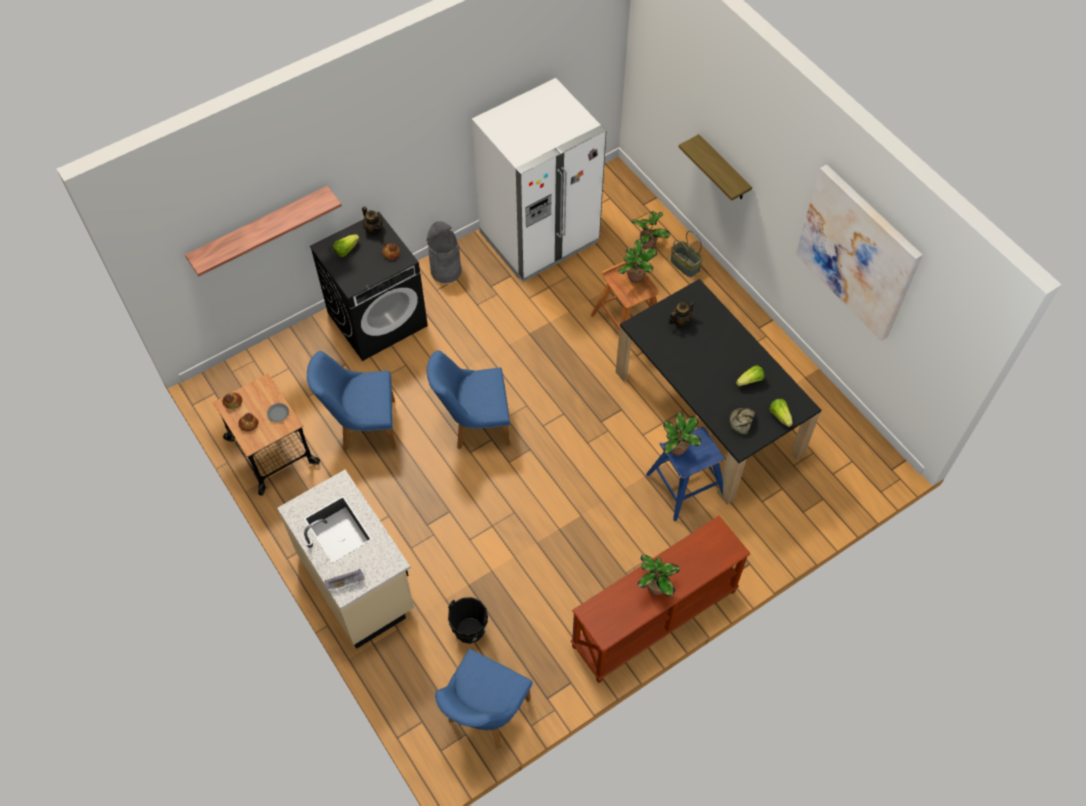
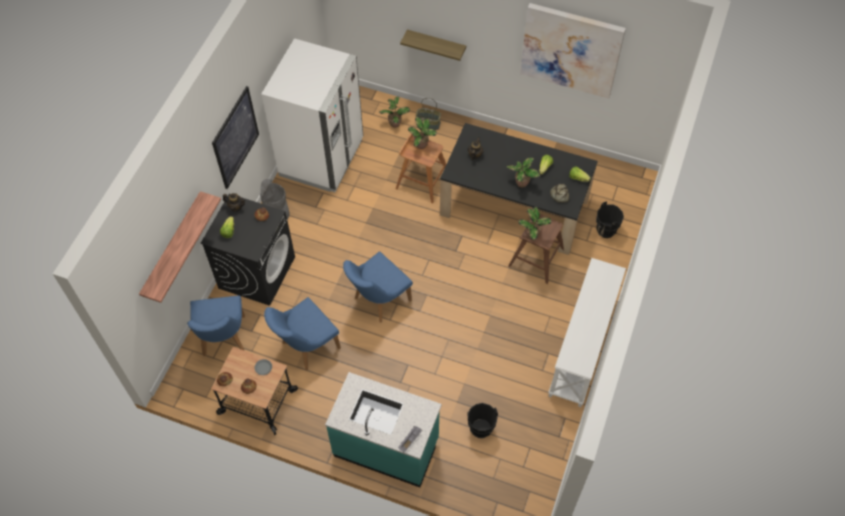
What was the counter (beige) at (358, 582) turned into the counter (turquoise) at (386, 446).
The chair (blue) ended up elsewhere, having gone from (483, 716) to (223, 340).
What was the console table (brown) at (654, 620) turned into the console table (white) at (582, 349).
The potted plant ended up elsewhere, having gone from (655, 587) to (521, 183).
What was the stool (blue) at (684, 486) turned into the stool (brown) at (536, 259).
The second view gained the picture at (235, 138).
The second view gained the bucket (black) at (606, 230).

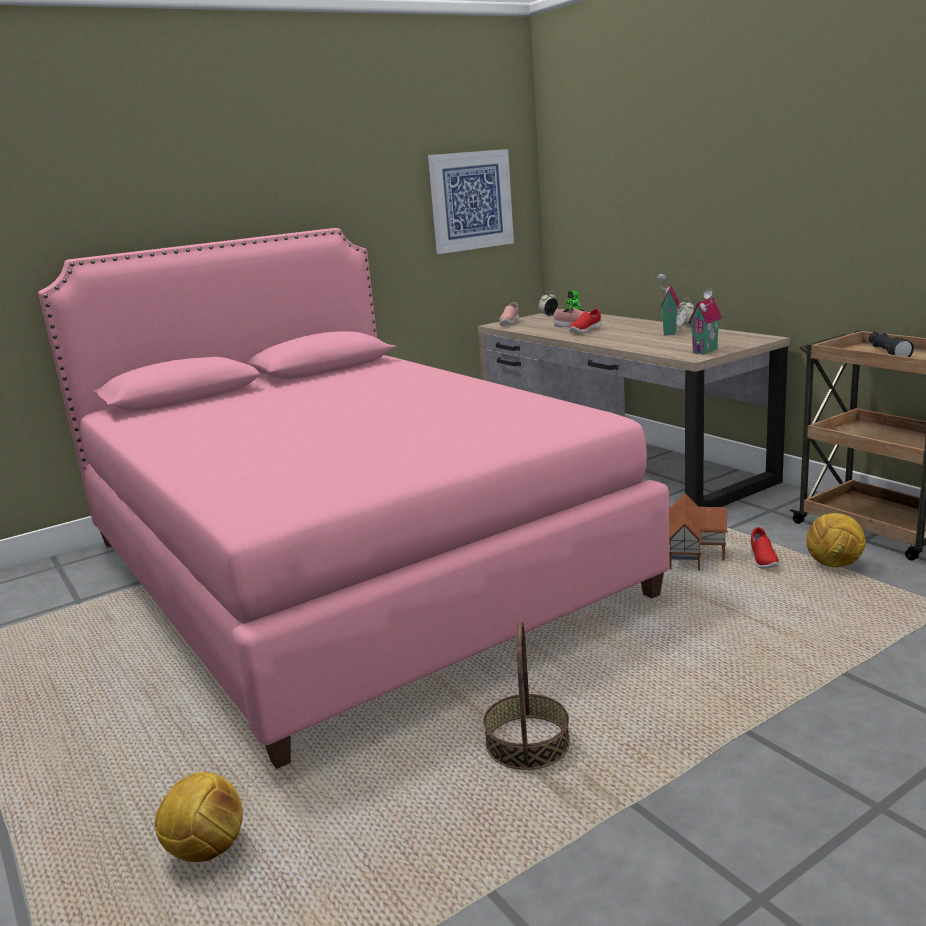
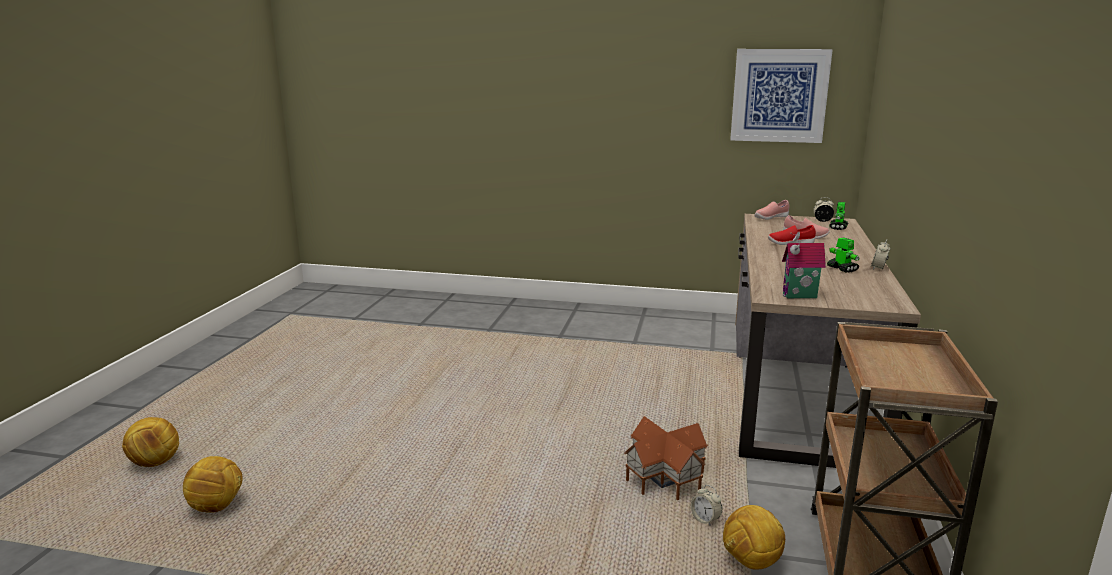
The second view lost the bed (pink) at (346, 567).
The second view lost the basket at (527, 743).
Where the toy house stood at (668, 332), the toy robot came to stand at (842, 269).
Where the shoe (red) stood at (762, 560), the alarm clock came to stand at (705, 520).
The second view lost the flashlight (black) at (887, 352).
The second view gained the football at (217, 506).

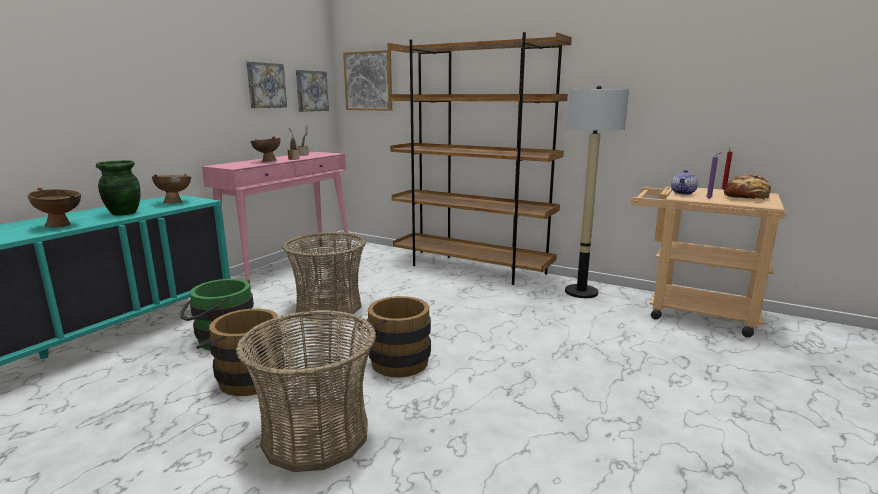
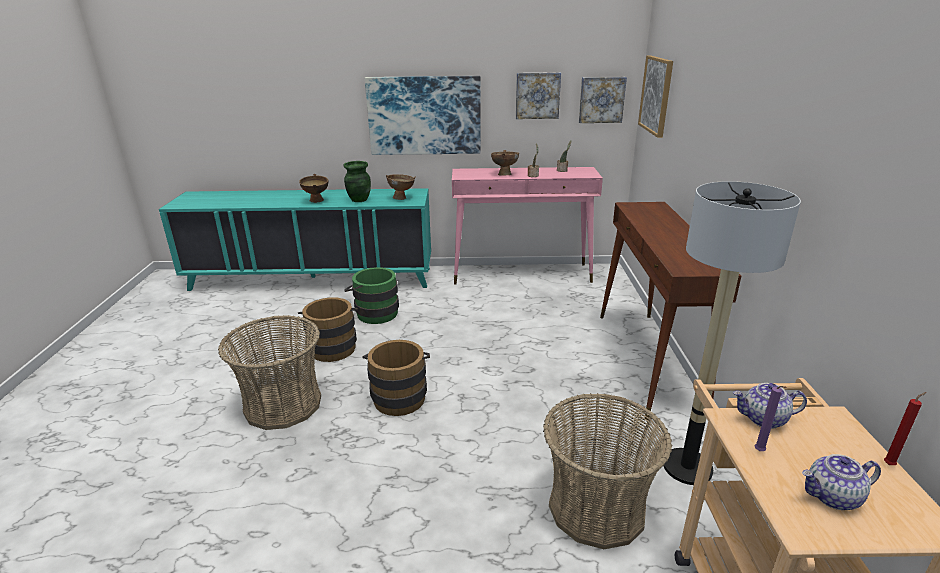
The basket ended up elsewhere, having gone from (329, 306) to (596, 507).
Where the bookcase (brown) stood at (471, 268), the console table (brown) came to stand at (648, 361).
Where the bread stood at (746, 198), the teapot came to stand at (832, 497).
The second view gained the picture at (424, 115).

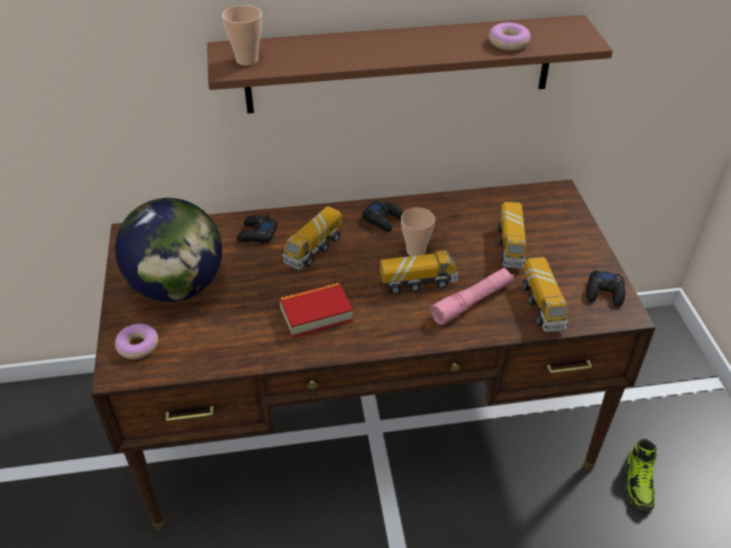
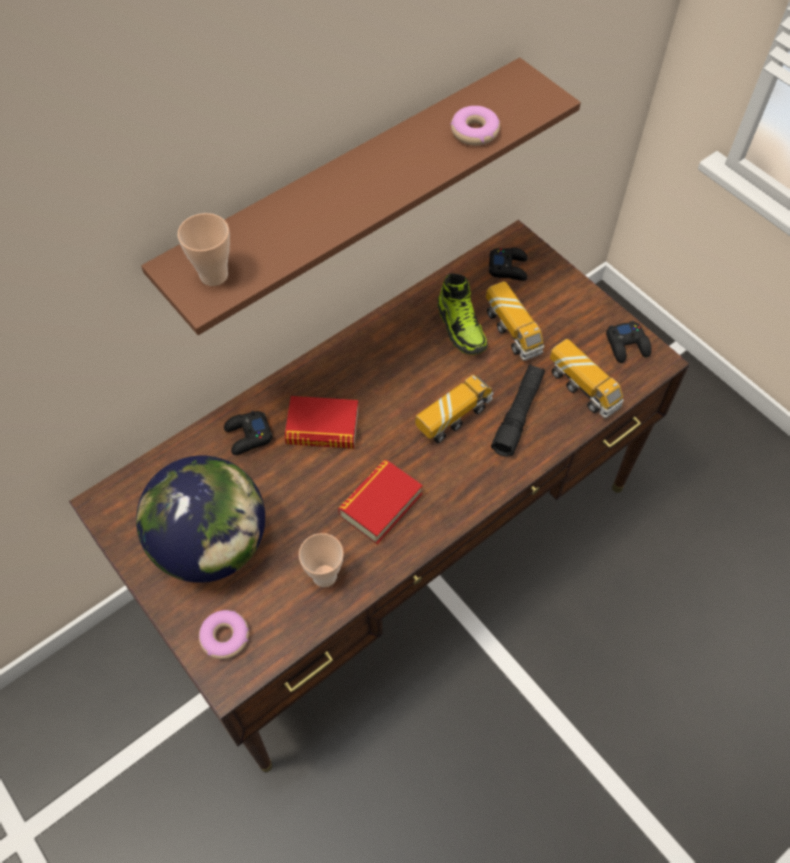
Where the toy truck stood at (313, 250), the book came to stand at (322, 427).
The game controller (black) ended up elsewhere, having gone from (383, 219) to (508, 267).
The cup ended up elsewhere, having gone from (416, 251) to (324, 575).
What was the flashlight (pink) at (472, 302) turned into the flashlight (black) at (518, 414).
The shoe ended up elsewhere, having gone from (638, 483) to (461, 327).

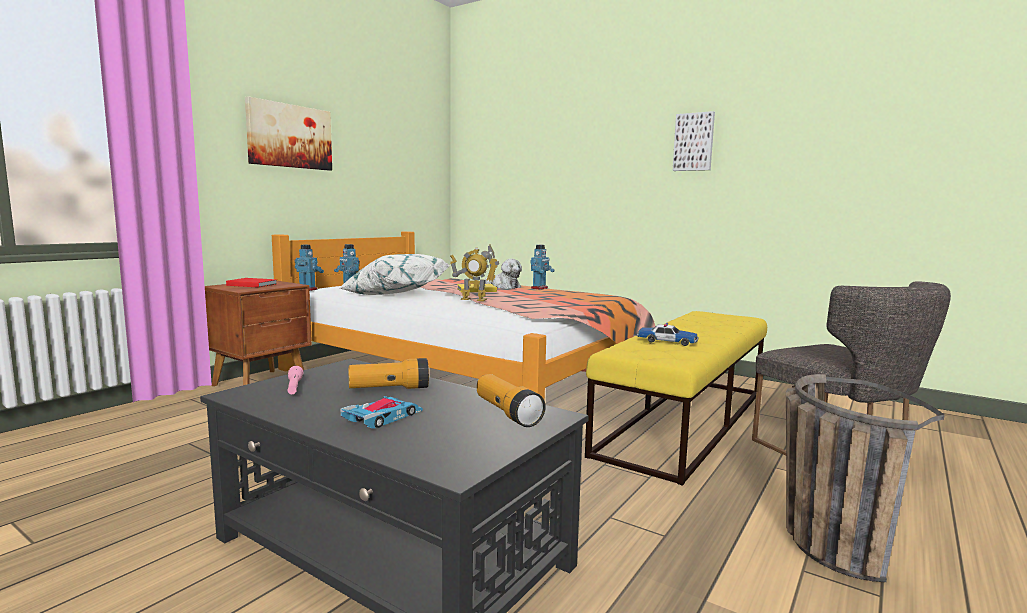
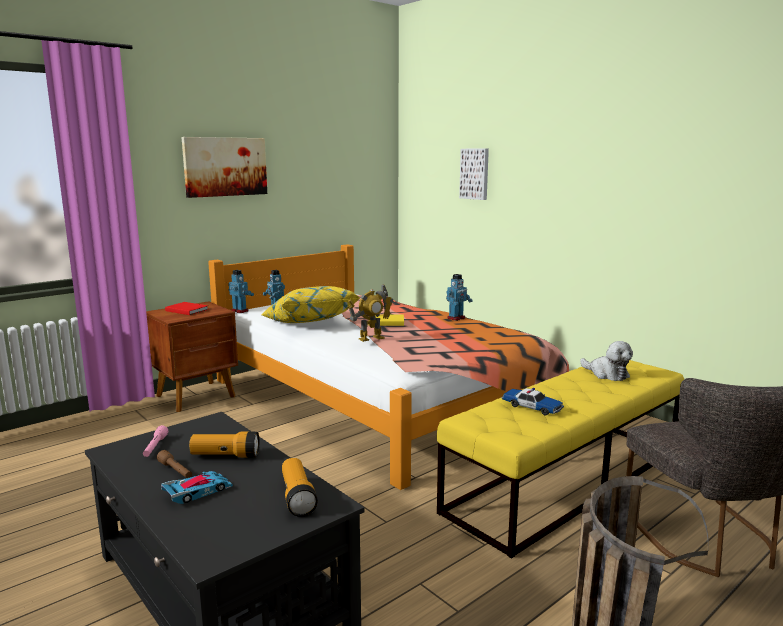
What was the pillow (white) at (394, 295) turned into the pillow (yellow) at (309, 323).
The toy robot at (474, 299) ended up facing another way, 60 degrees counterclockwise from before.
The plush toy ended up elsewhere, having gone from (504, 287) to (607, 374).
The picture ended up elsewhere, having gone from (694, 142) to (475, 174).
The second view gained the flashlight (brown) at (176, 471).

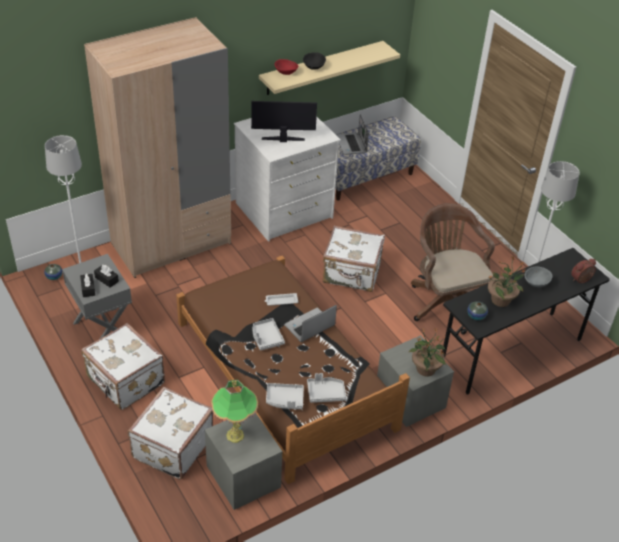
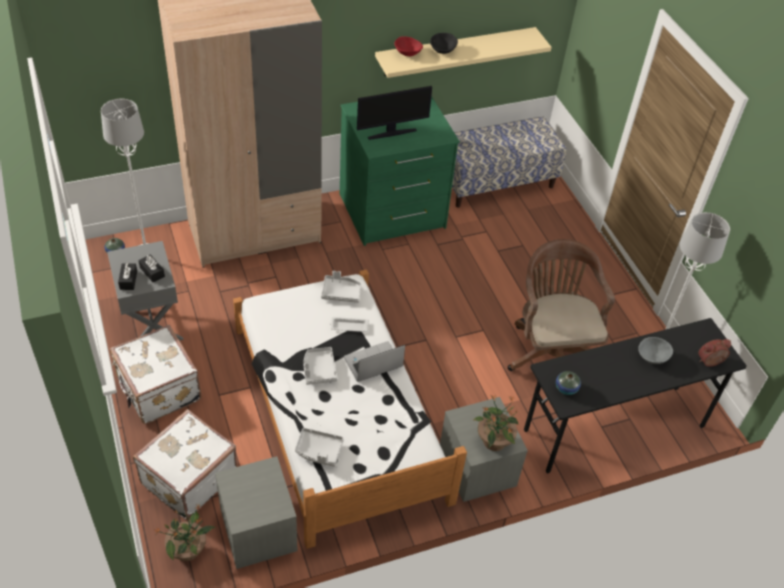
What was the bed (brown) at (284, 374) turned into the bed (white) at (338, 411).
The second view lost the table lamp at (234, 435).
What was the dresser (white) at (284, 211) turned into the dresser (green) at (392, 212).
The monitor at (283, 140) ended up facing another way, 150 degrees clockwise from before.
The tray (grey) ended up elsewhere, having gone from (325, 393) to (341, 292).
The second view lost the suitcase (white) at (352, 274).
The second view lost the laptop at (352, 145).
The potted plant ended up elsewhere, having gone from (501, 300) to (188, 550).

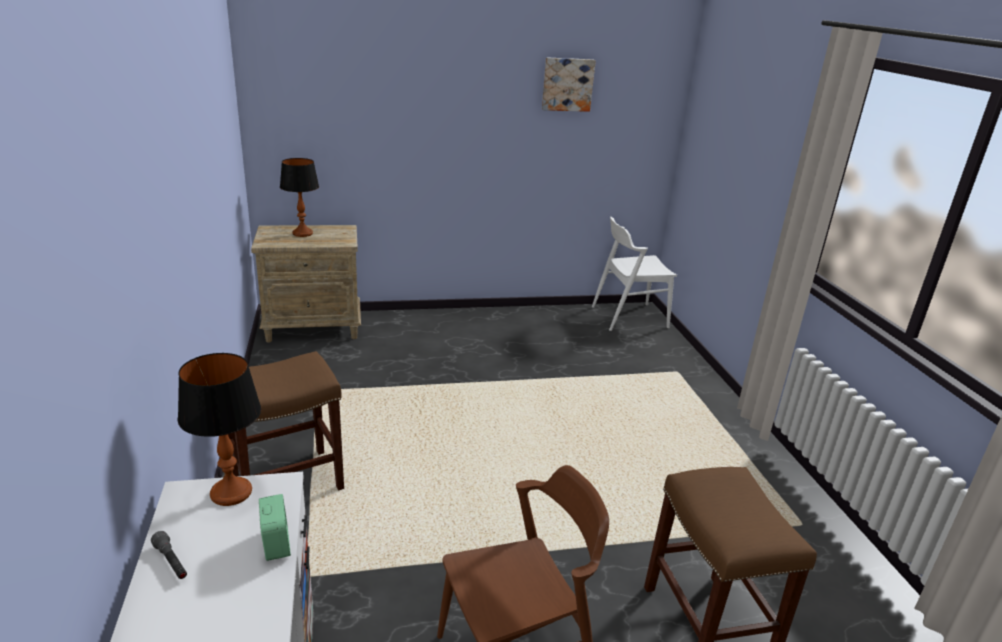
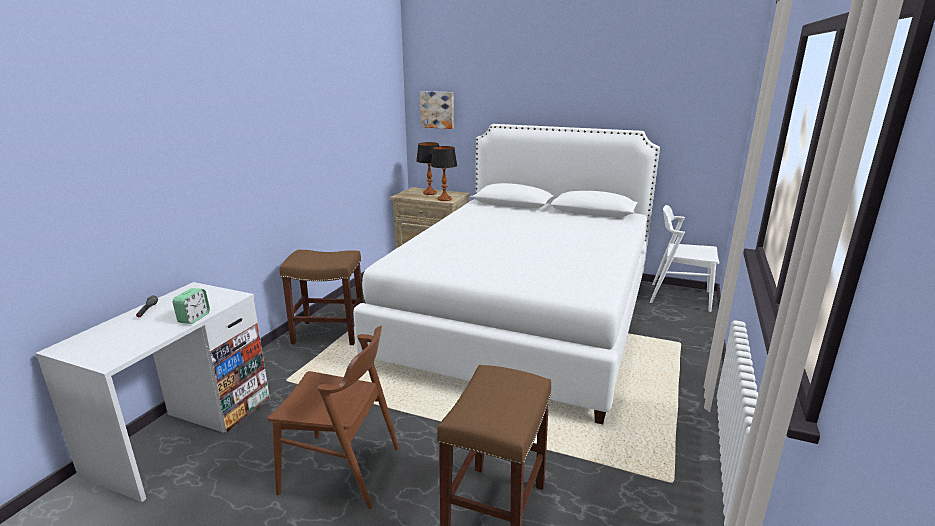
The table lamp ended up elsewhere, having gone from (230, 493) to (444, 199).
The picture ended up elsewhere, having gone from (567, 84) to (437, 109).
The second view gained the bed (white) at (523, 318).

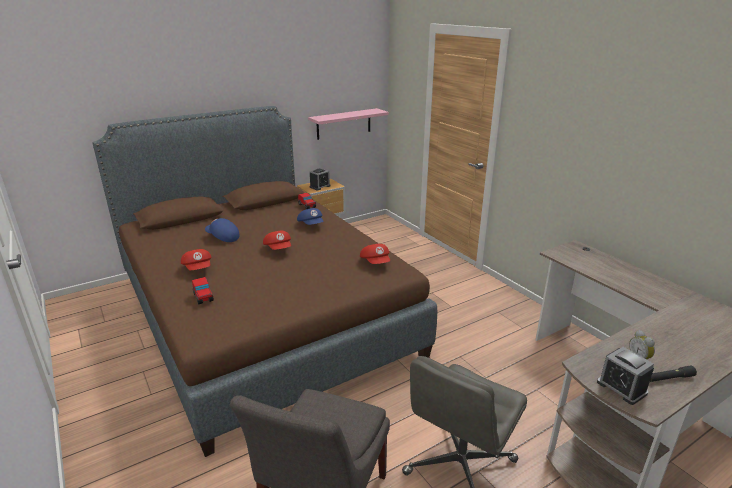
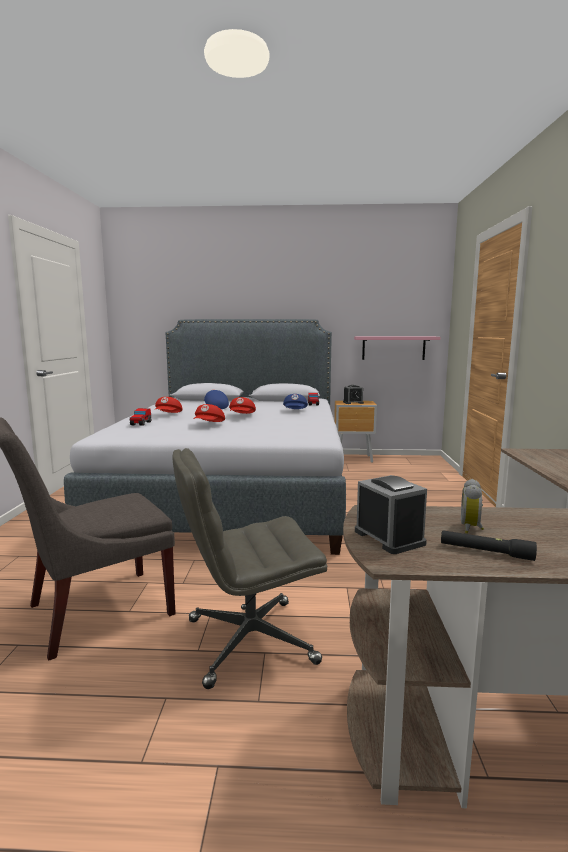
What was the bed (brown) at (262, 316) turned into the bed (grey) at (233, 489).
The cap (red) ended up elsewhere, having gone from (376, 262) to (209, 424).
The alarm clock at (621, 388) ended up facing another way, 150 degrees clockwise from before.

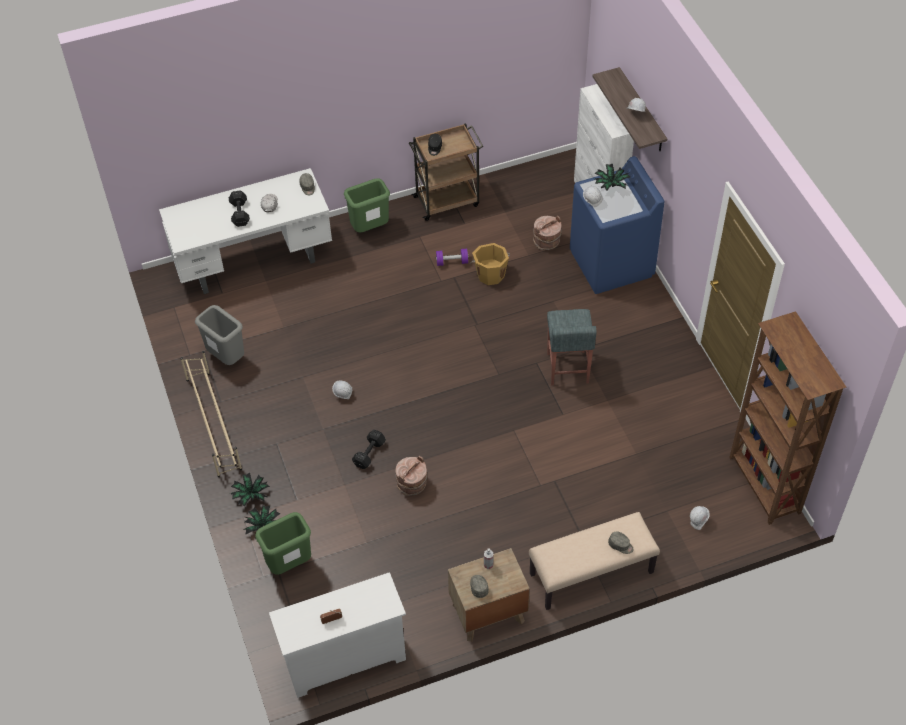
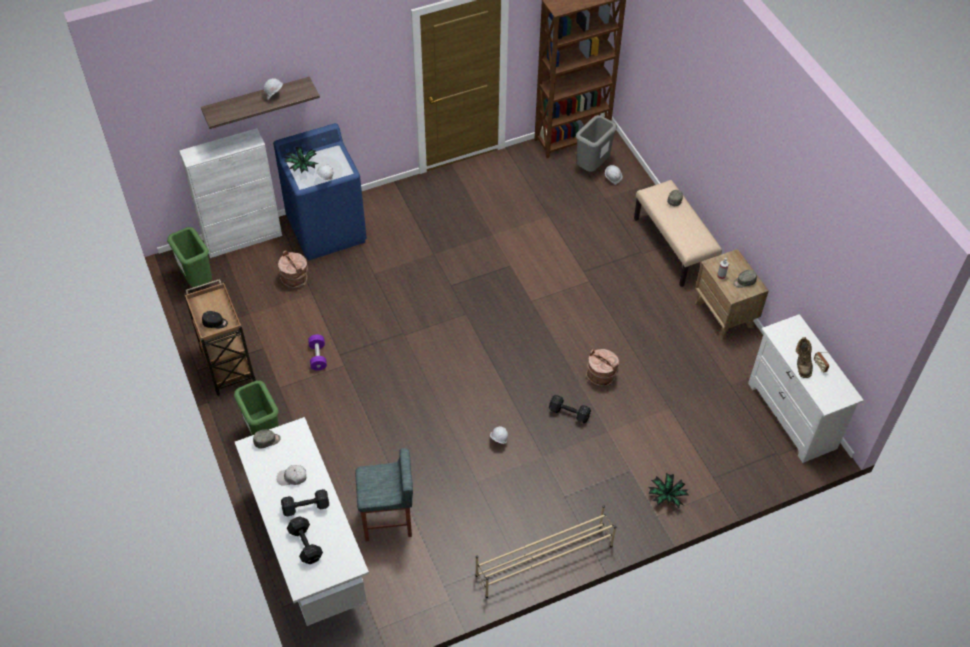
The trash can (grey) ended up elsewhere, having gone from (227, 358) to (592, 166).
The second view lost the potted plant at (251, 495).
The trash can (green) ended up elsewhere, having gone from (289, 564) to (197, 280).
The second view lost the bucket (orange) at (490, 274).
The stool (grey) ended up elsewhere, having gone from (567, 368) to (388, 520).
The second view gained the dumbbell (black) at (305, 545).
The second view gained the boot (brown) at (802, 364).

